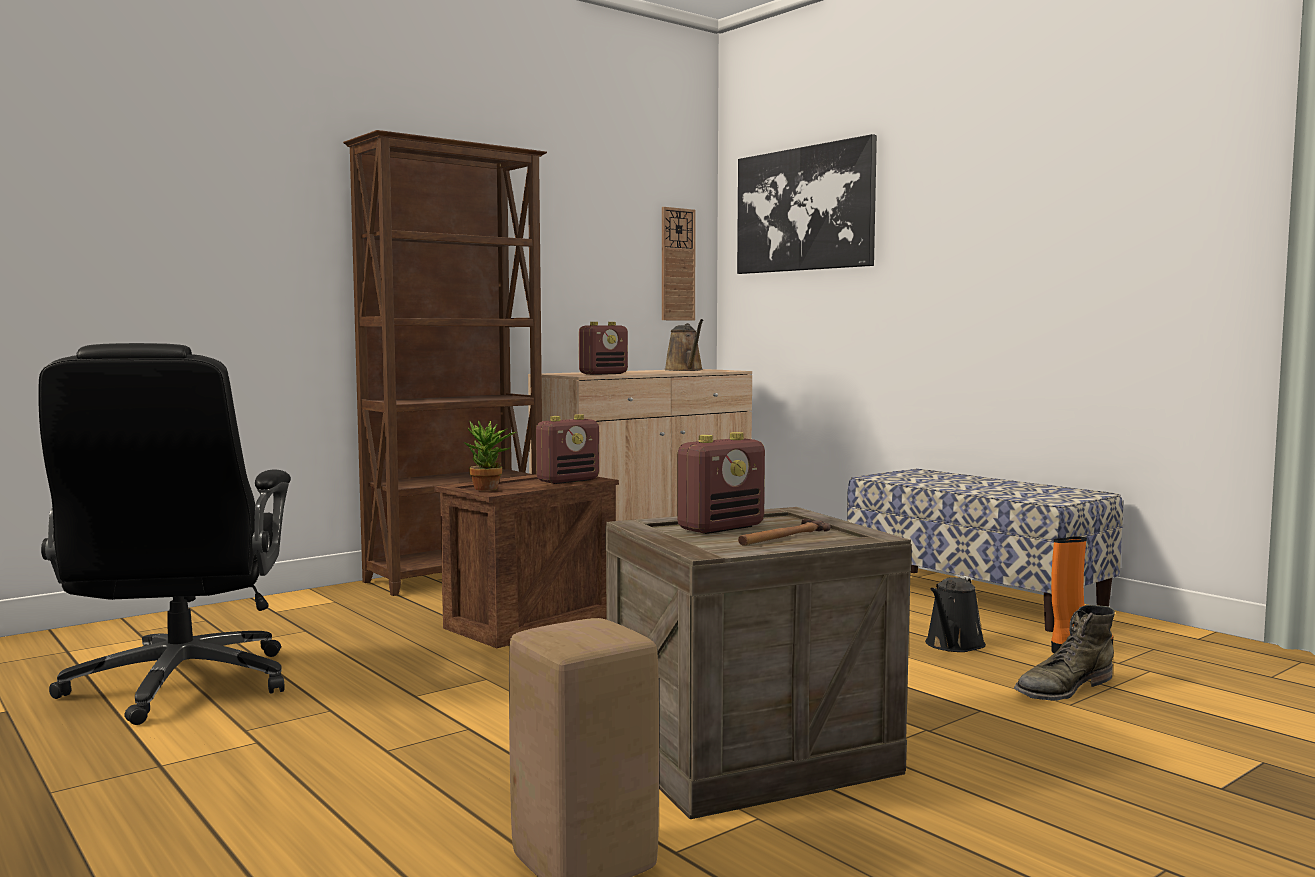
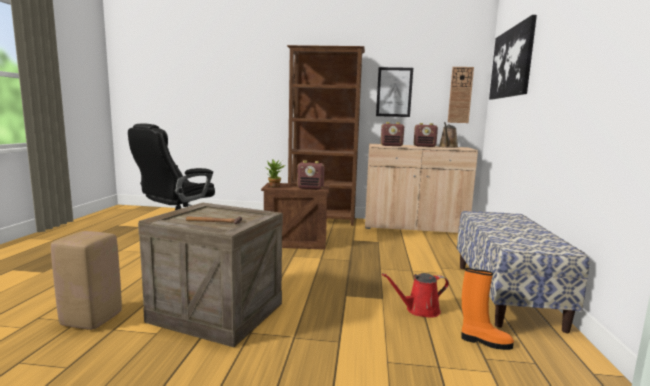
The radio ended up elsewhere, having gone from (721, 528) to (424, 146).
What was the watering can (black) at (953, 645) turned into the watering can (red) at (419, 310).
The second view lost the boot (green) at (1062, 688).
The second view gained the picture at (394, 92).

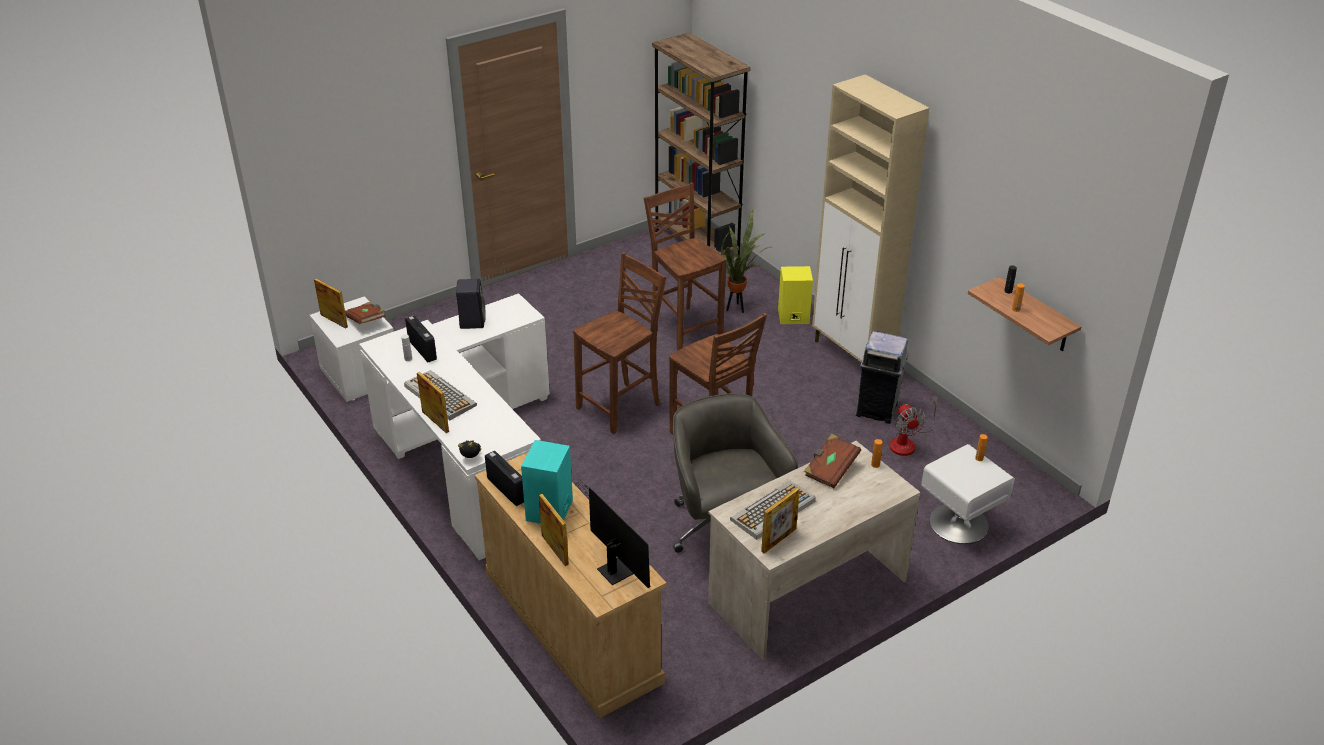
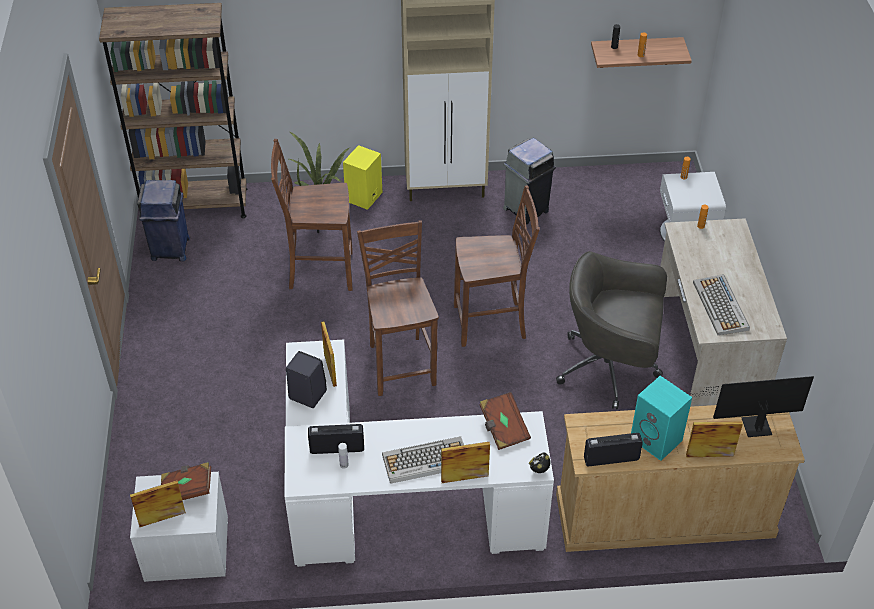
The picture frame ended up elsewhere, having gone from (778, 540) to (330, 370).
The book (brown) ended up elsewhere, having gone from (830, 469) to (503, 428).
The second view lost the fan at (908, 442).
The second view gained the trash can (blue) at (170, 249).

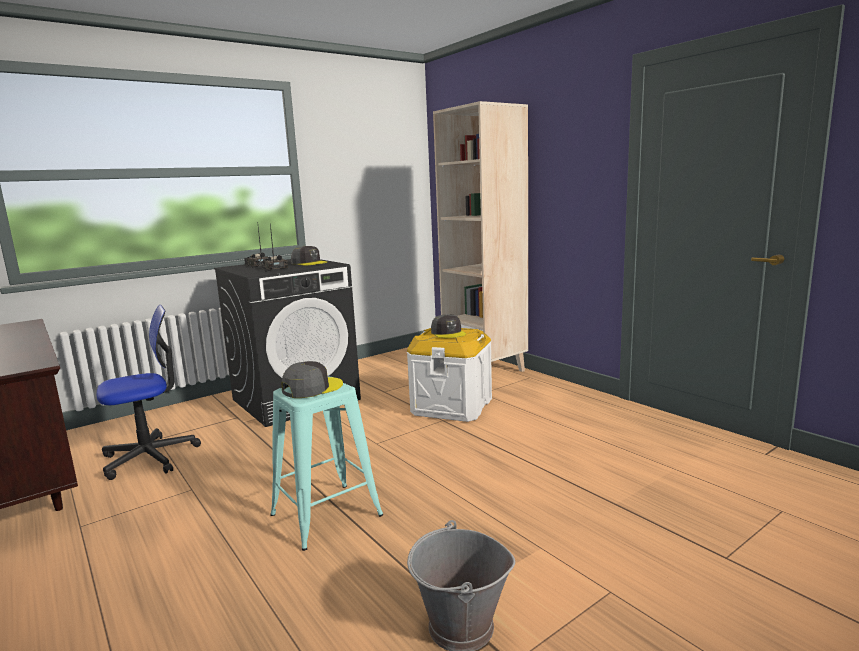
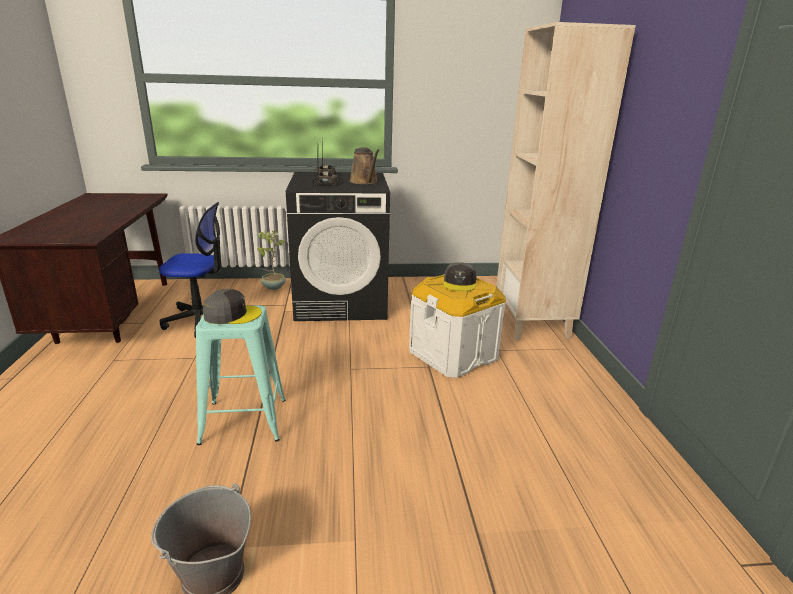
Where the cap (grey) stood at (309, 263), the watering can (brown) came to stand at (365, 182).
The second view gained the potted plant at (273, 287).

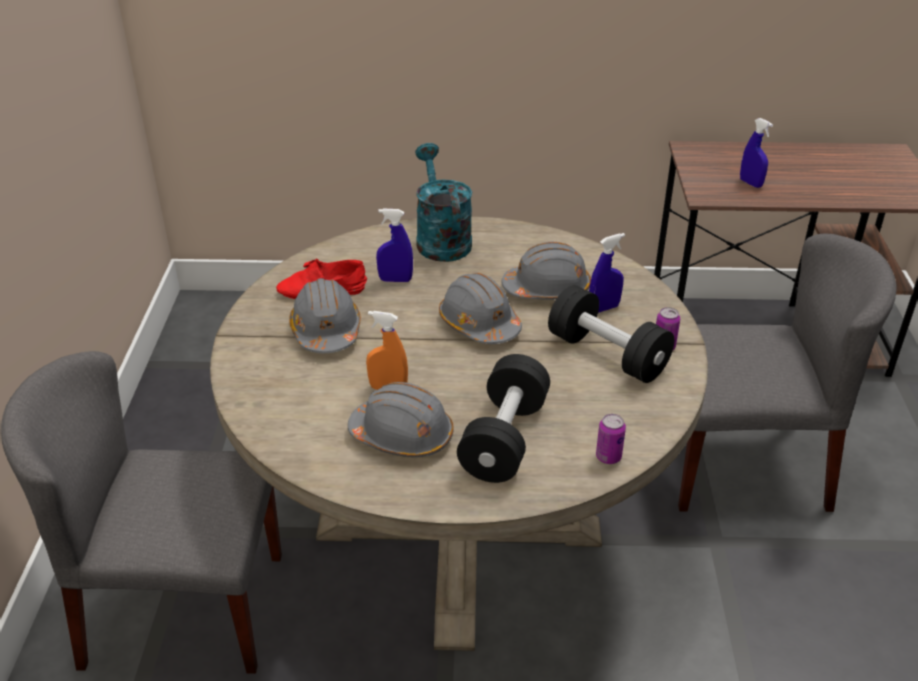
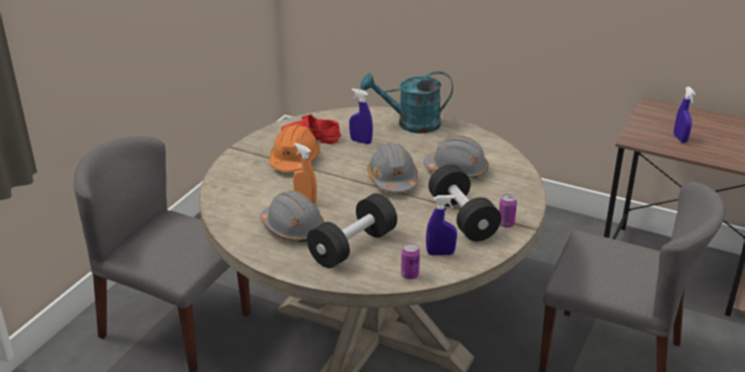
What was the hard hat (grey) at (326, 331) turned into the hard hat (orange) at (294, 160).
The watering can (turquoise) at (440, 239) ended up facing another way, 105 degrees counterclockwise from before.
The spray bottle (blue) ended up elsewhere, having gone from (604, 308) to (440, 253).

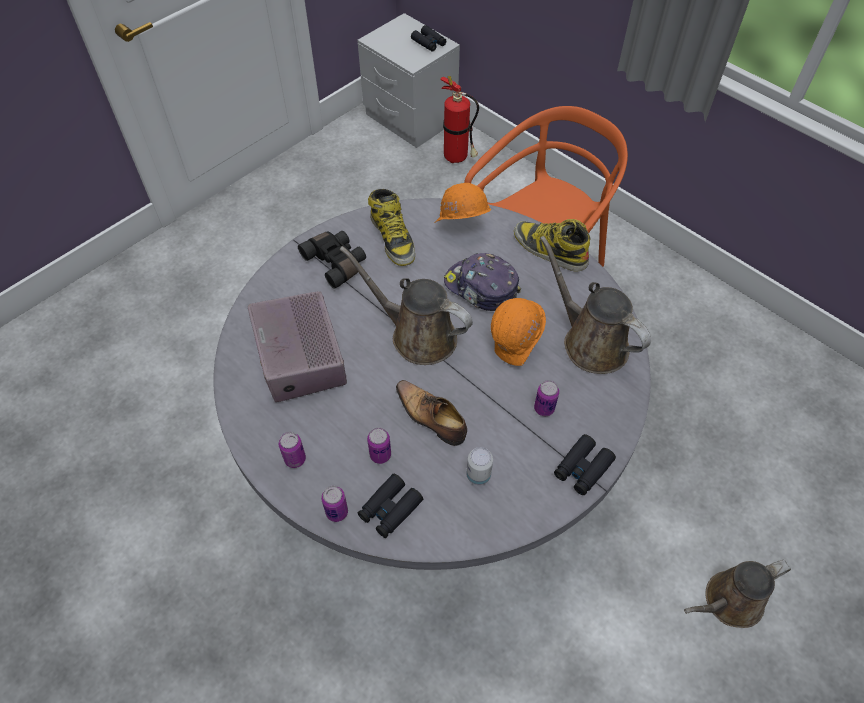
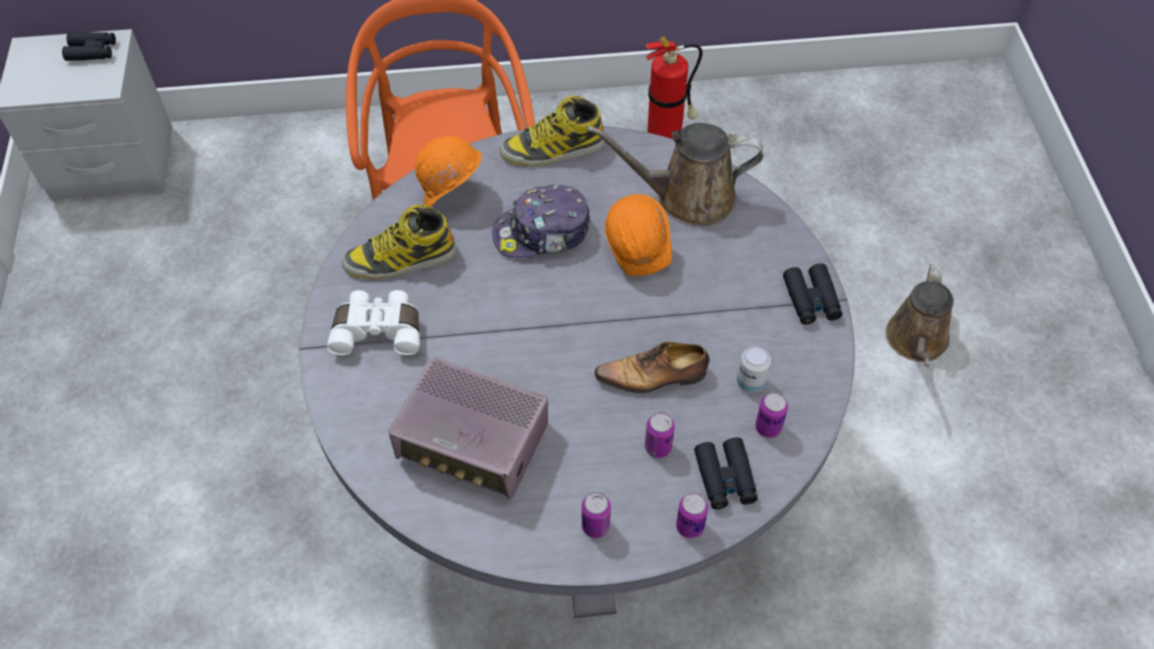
What was the binoculars (black) at (336, 262) turned into the binoculars (white) at (378, 329).
The second view lost the watering can (brown) at (417, 335).
The boot at (393, 238) ended up facing another way, 150 degrees clockwise from before.
The fire extinguisher ended up elsewhere, having gone from (458, 159) to (668, 134).
The can ended up elsewhere, having gone from (544, 408) to (768, 427).

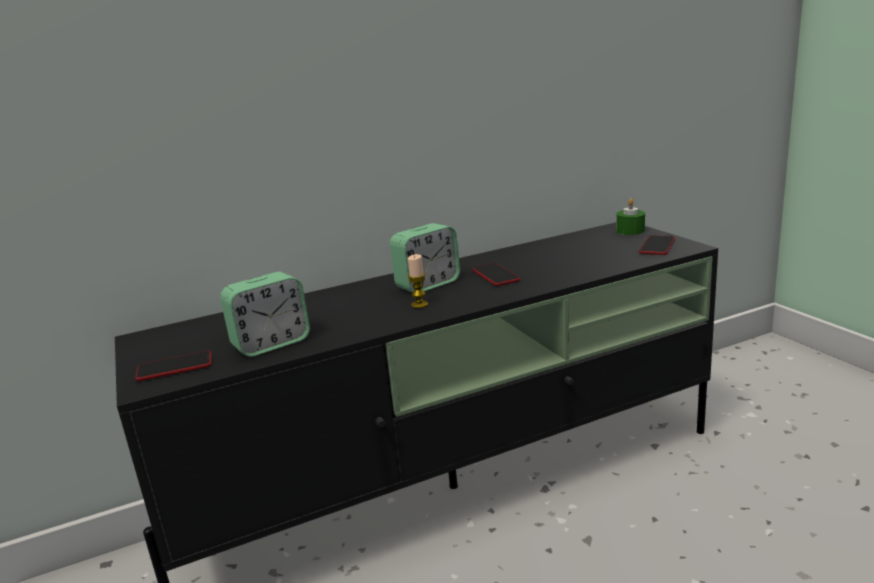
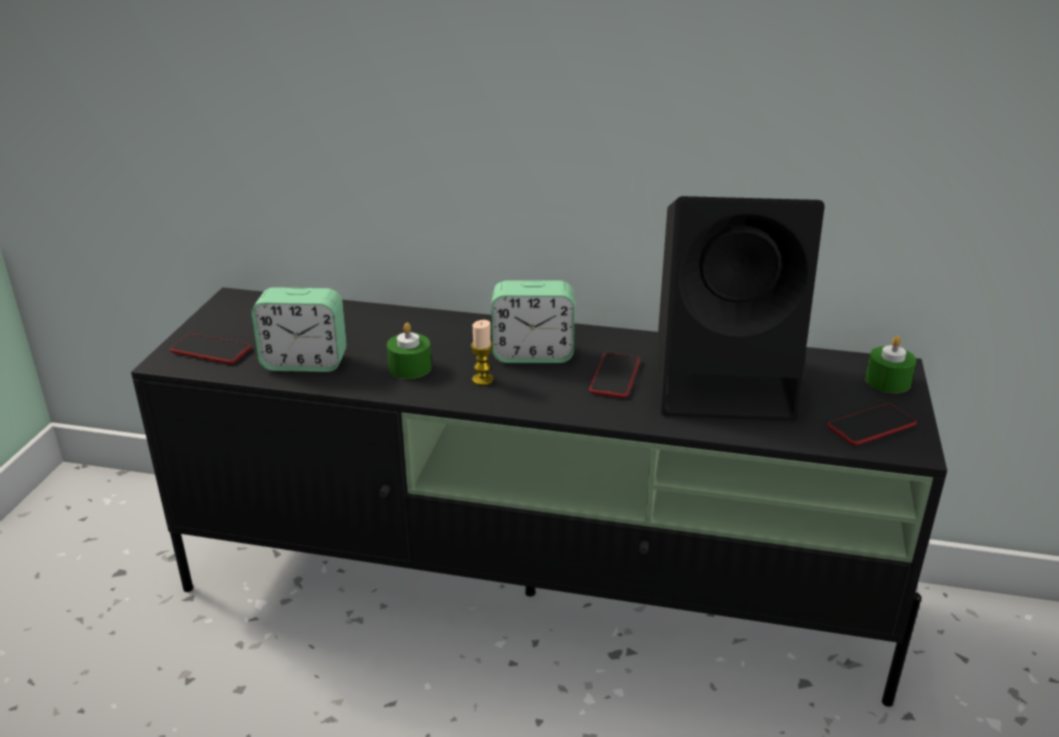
The second view gained the candle (green) at (410, 367).
The second view gained the speaker (black) at (727, 383).

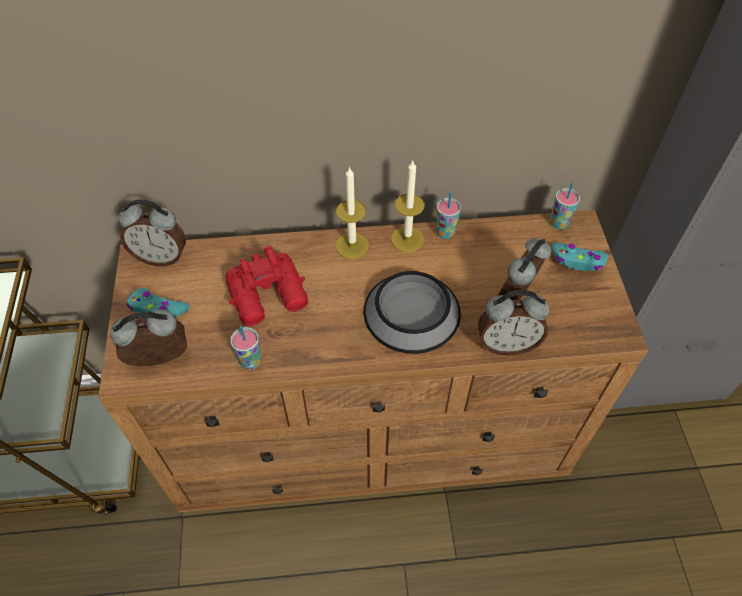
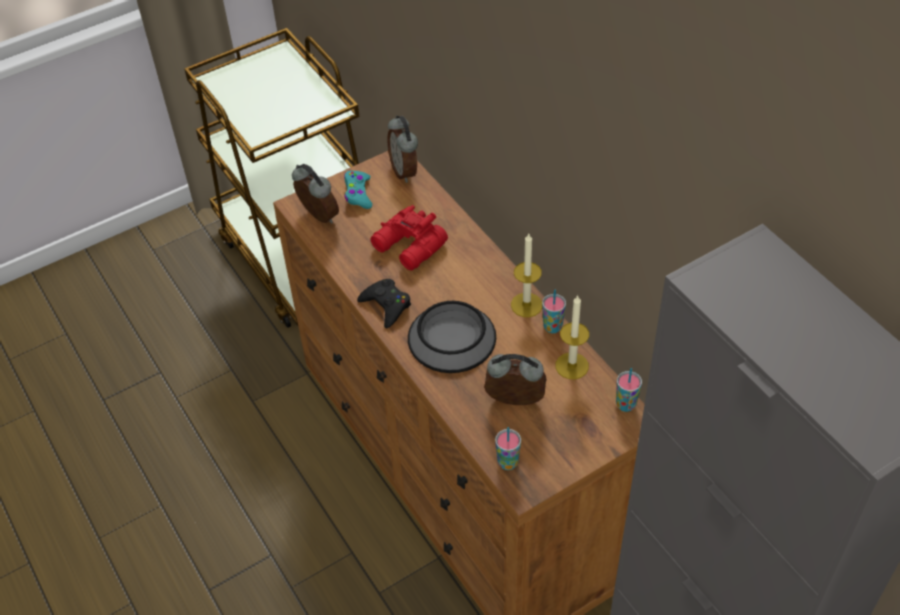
The cup ended up elsewhere, having gone from (251, 362) to (507, 462).
The candle ended up elsewhere, having gone from (352, 245) to (572, 366).
The second view lost the alarm clock at (506, 344).
The second view lost the game controller (turquoise) at (577, 261).
The second view gained the game controller (black) at (386, 305).

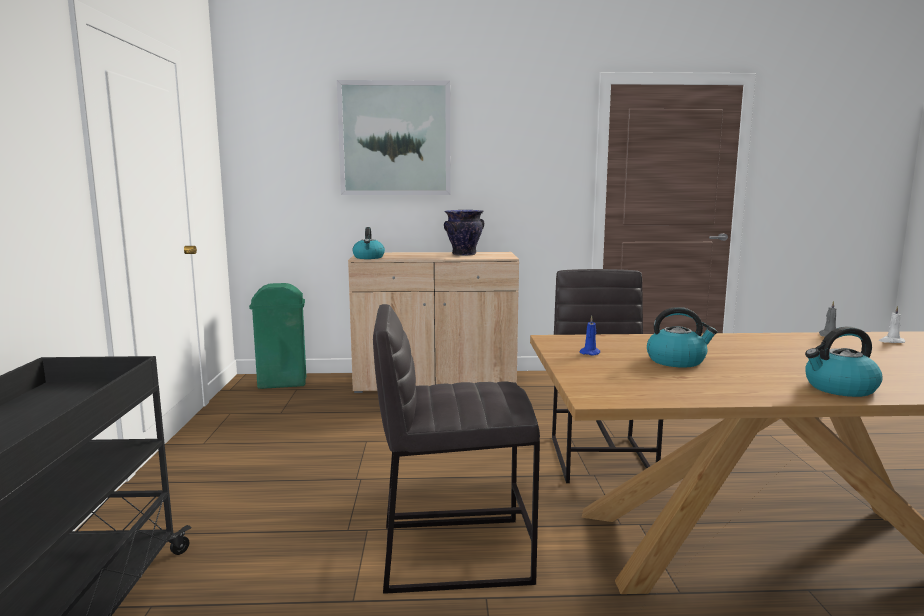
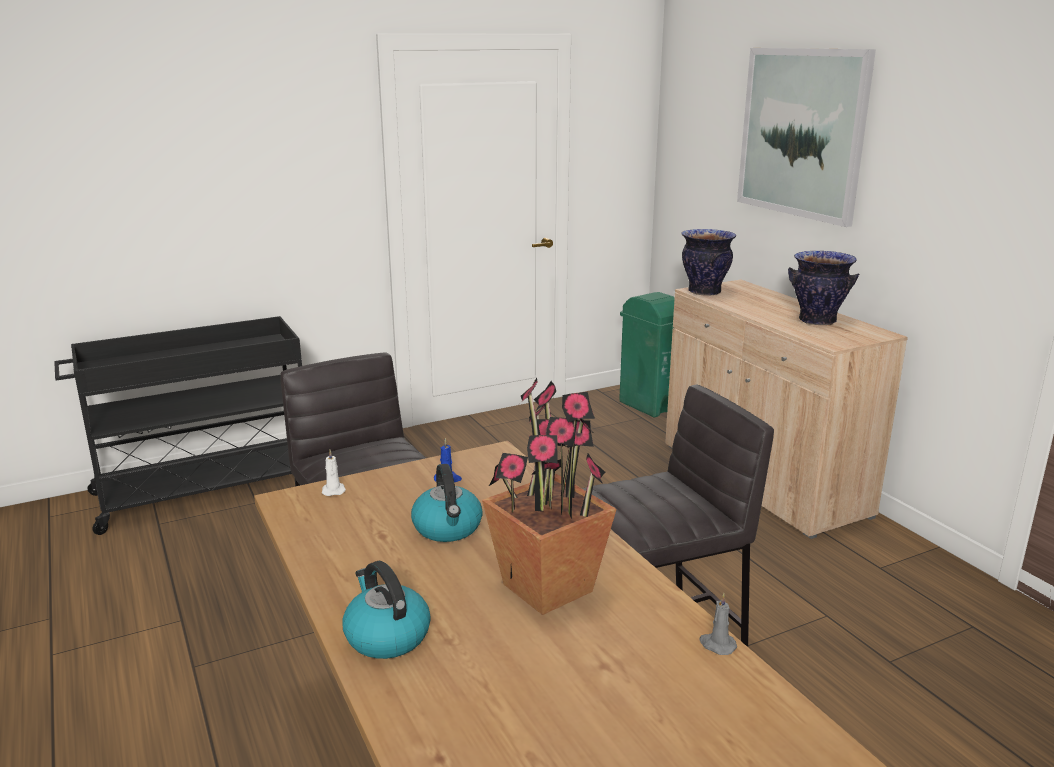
Where the kettle stood at (369, 257), the vase came to stand at (705, 292).
The candle (white) ended up elsewhere, having gone from (891, 341) to (333, 490).
The second view gained the potted plant at (548, 587).

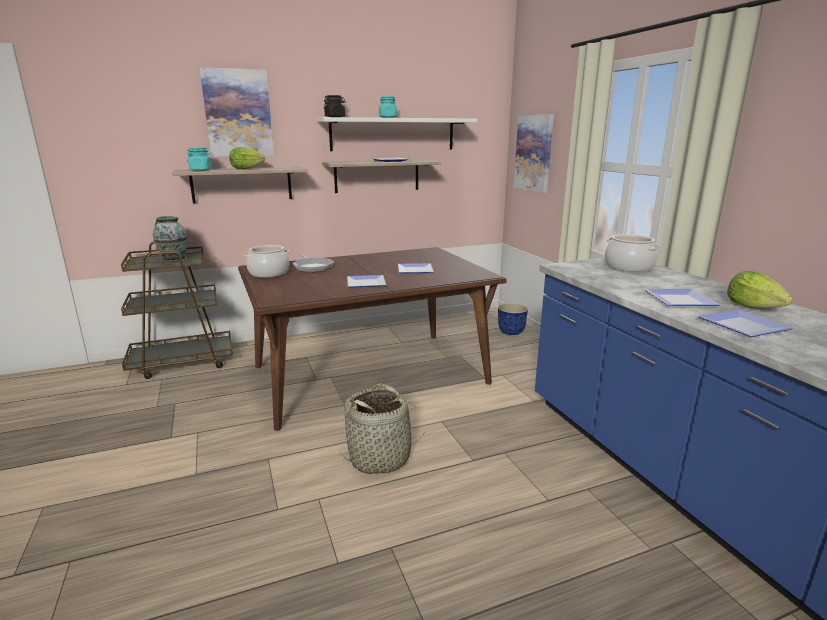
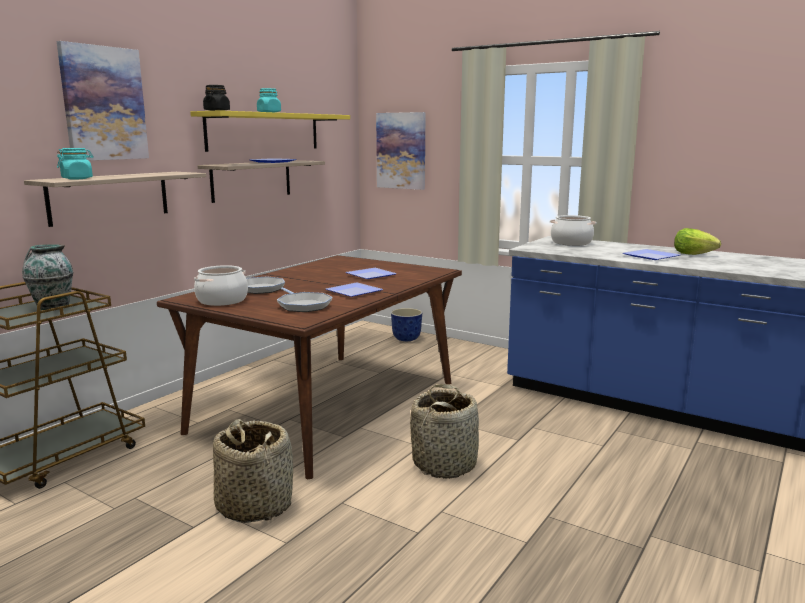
The second view lost the lettuce at (246, 169).
What was the shelf (white) at (393, 134) turned into the shelf (yellow) at (264, 131).
The second view lost the plate at (742, 325).
The second view gained the basket at (254, 505).
The second view gained the frying pan at (303, 305).

